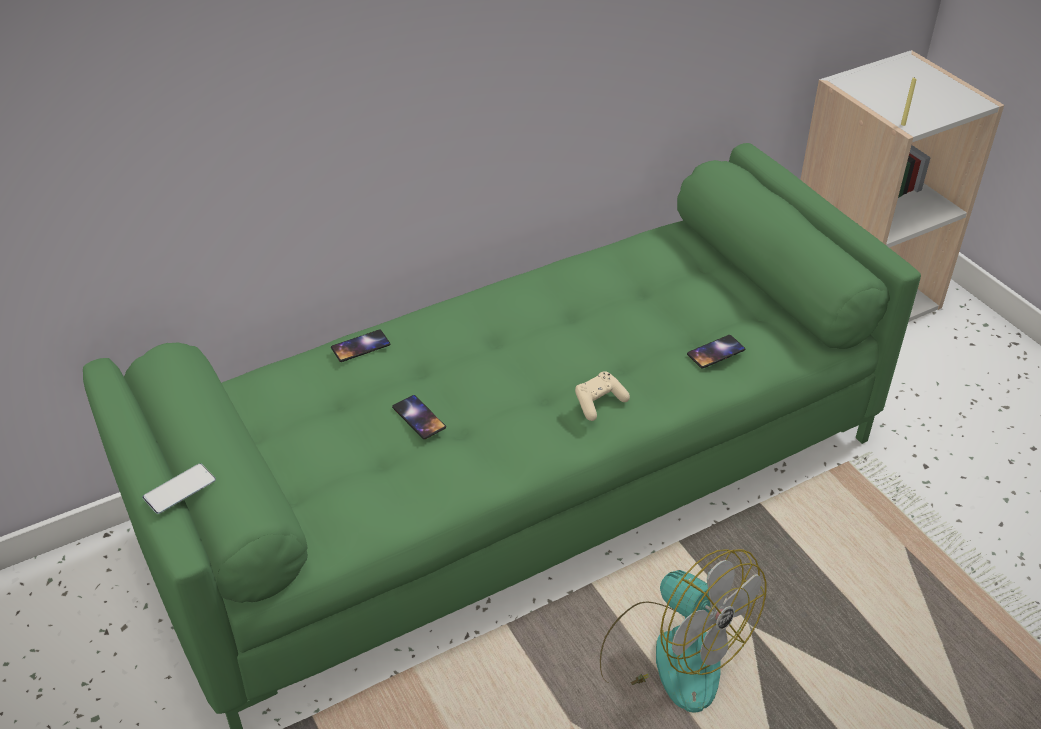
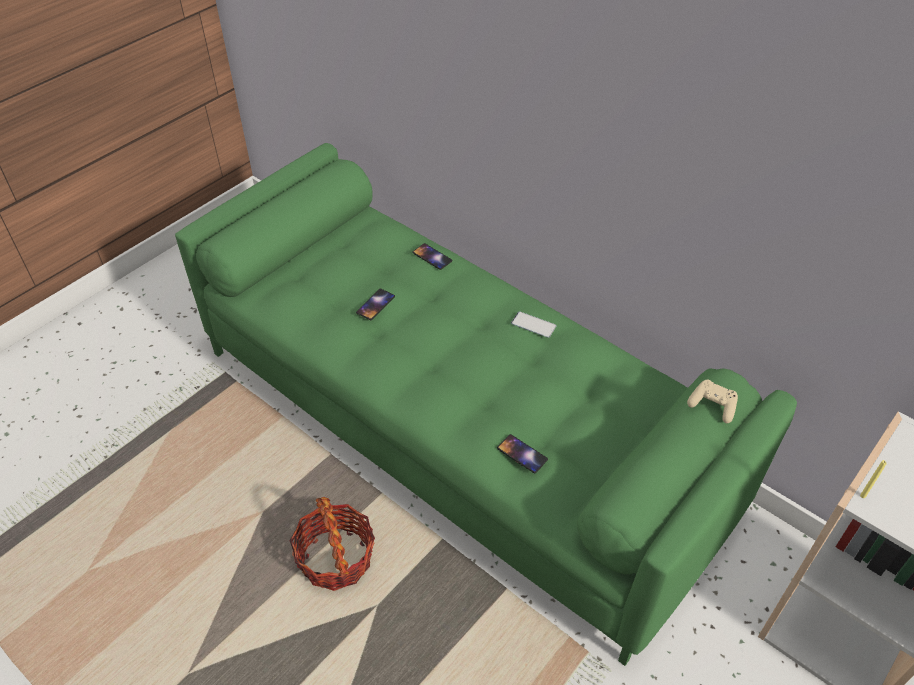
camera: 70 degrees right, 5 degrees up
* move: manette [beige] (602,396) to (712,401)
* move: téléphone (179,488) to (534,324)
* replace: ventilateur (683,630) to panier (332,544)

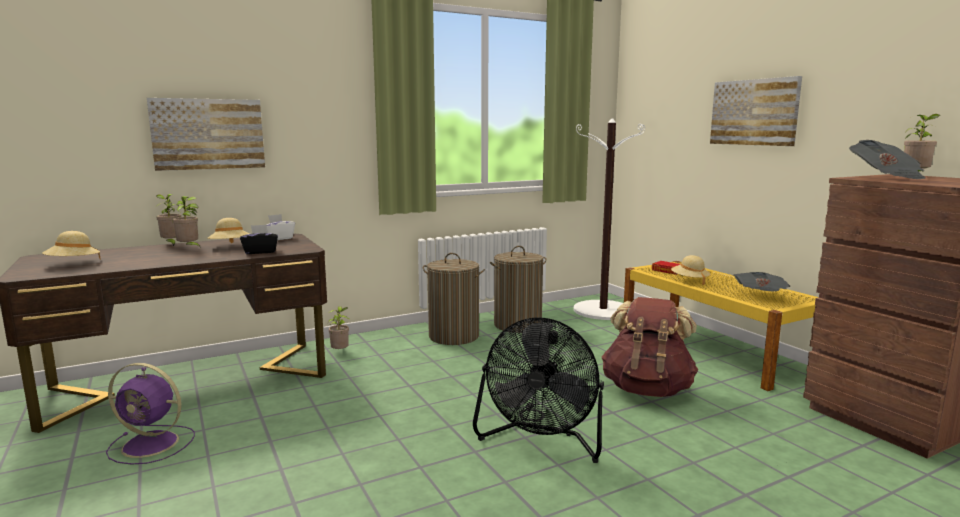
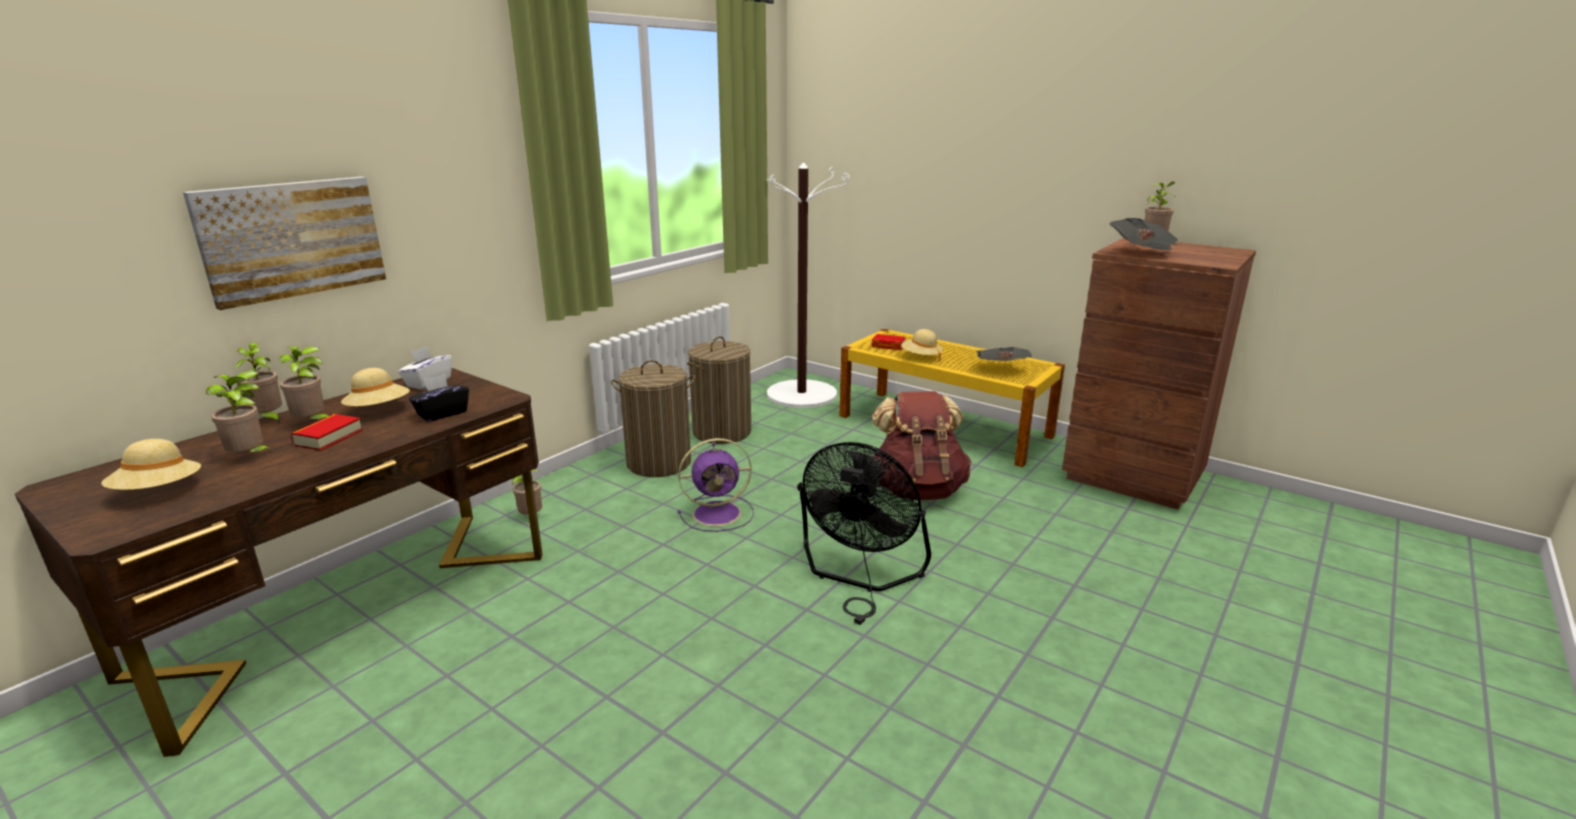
camera: 25 degrees left, 10 degrees up
* delete: tableau (756,111)
* rotate: ventilateur [noir] (538,390) = (864,533) 150 degrees counterclockwise
* move: ventilateur [violet] (150,414) to (715,485)
* insert: plante en pot (240,411)
* insert: livre (327,432)

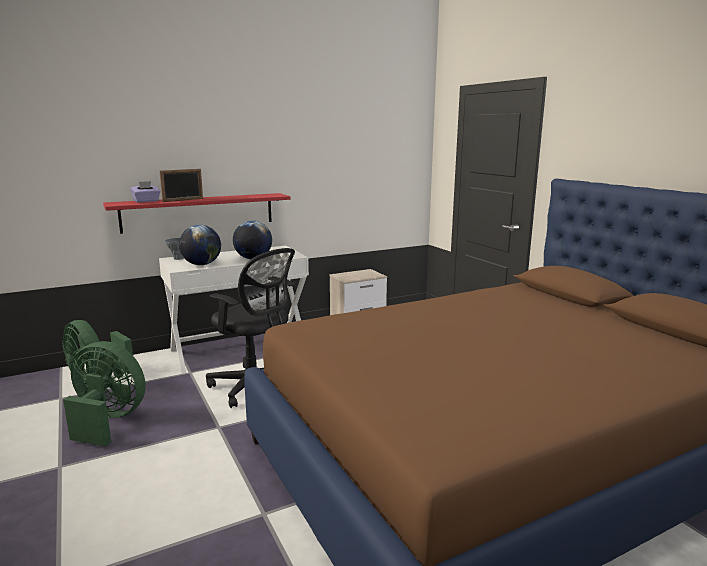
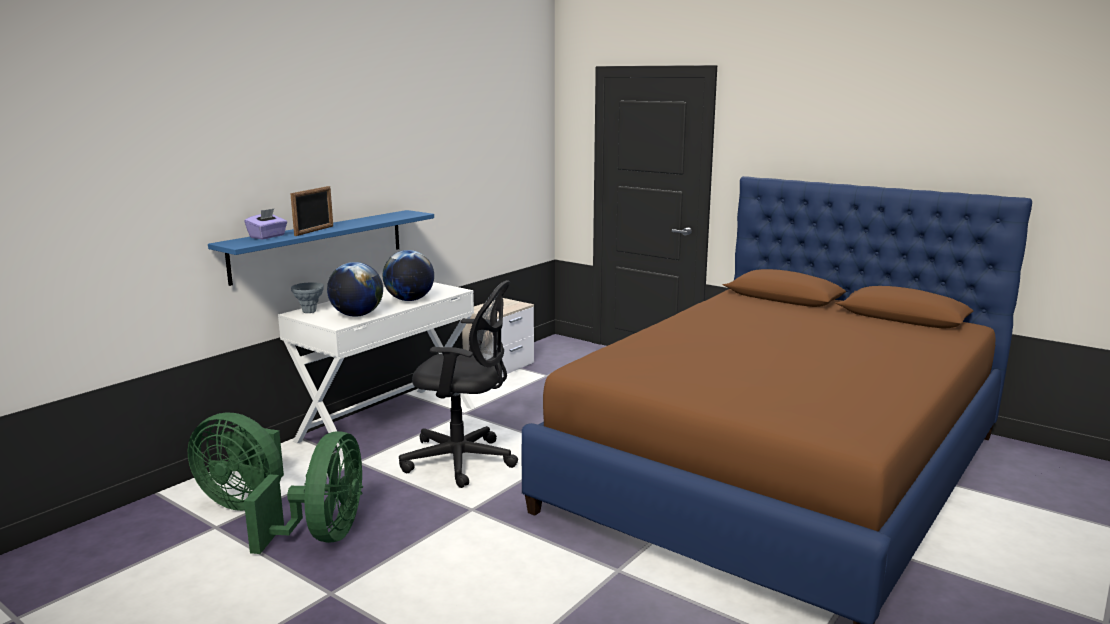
camera: 25 degrees left, 0 degrees up
* recolor: étagère [rouge] (197,213) to étagère [bleu] (321,248)
* rotate: ventilateur [vert] (104,394) = (303,492) 105 degrees clockwise

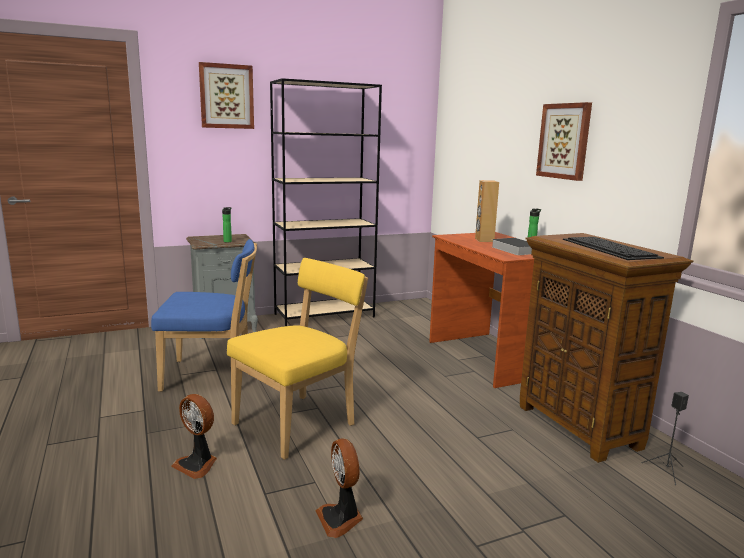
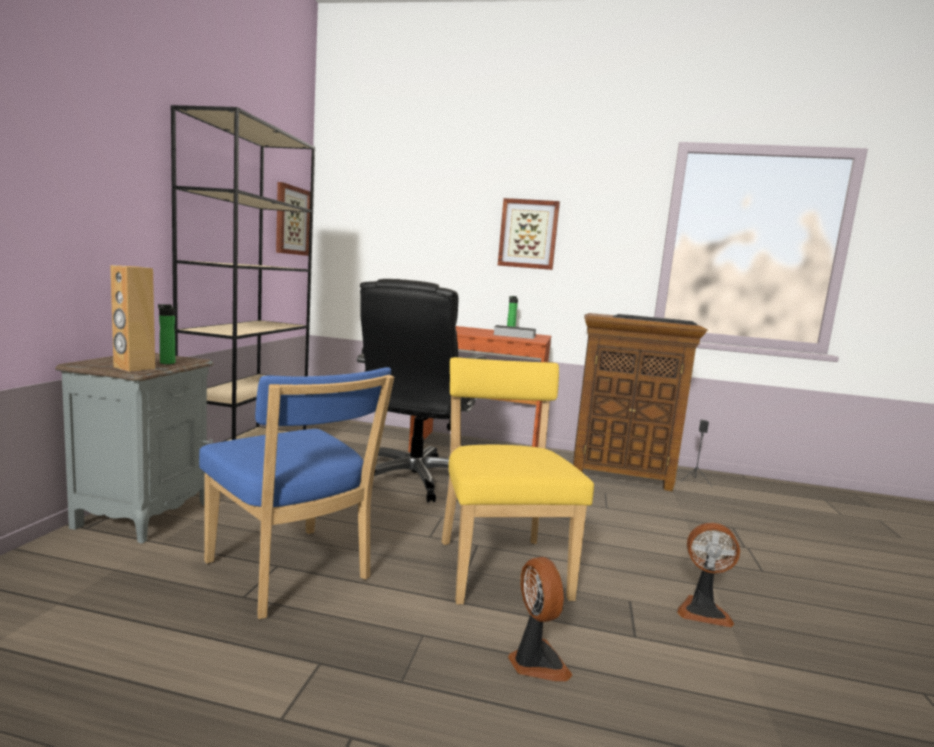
camera: 55 degrees left, 5 degrees down
* move: tableau (226,95) to (293,219)
* move: enceinte [marron] (487,211) to (132,318)
* rotate: chaise [bleu] (204,315) = (296,493) 105 degrees clockwise
* rotate: ventilateur (194,436) = (540,619) 90 degrees counterclockwise
* insert: chaise de bureau [noir] (422,391)

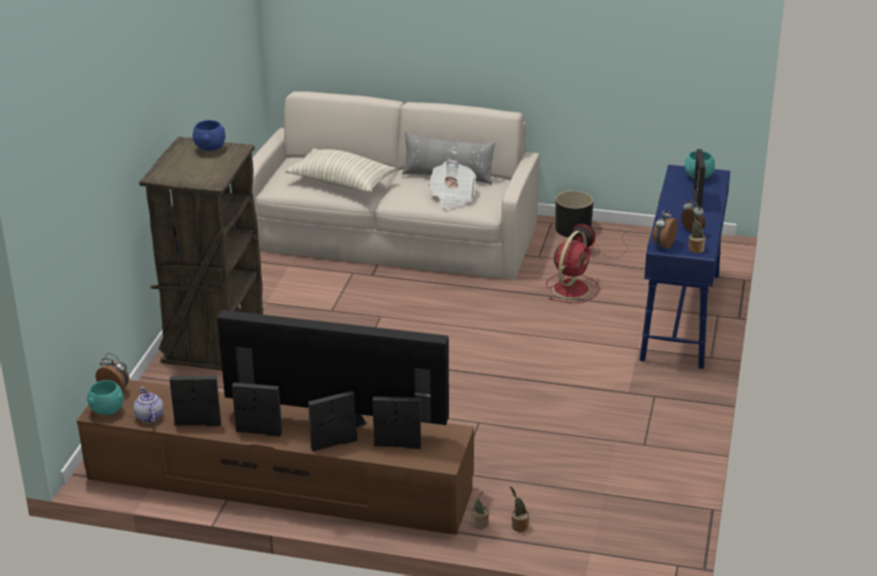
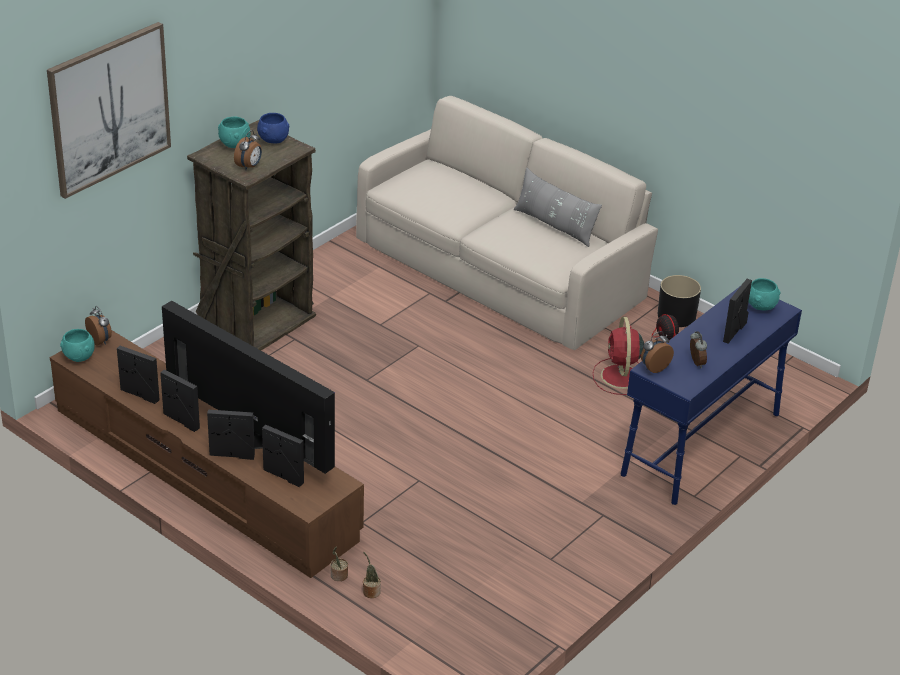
camera: 25 degrees right, 5 degrees up
* delete: coussin (341,171)
* delete: journal (452,184)
* delete: plante en pot (696,230)
* rotate: ventilateur [rouge] (572,267) = (618,356) 120 degrees clockwise
* delete: théière (149,405)
* insert: tableau (109,110)
* insert: bol [turquoise] (234,132)
* insert: réveil (248,150)

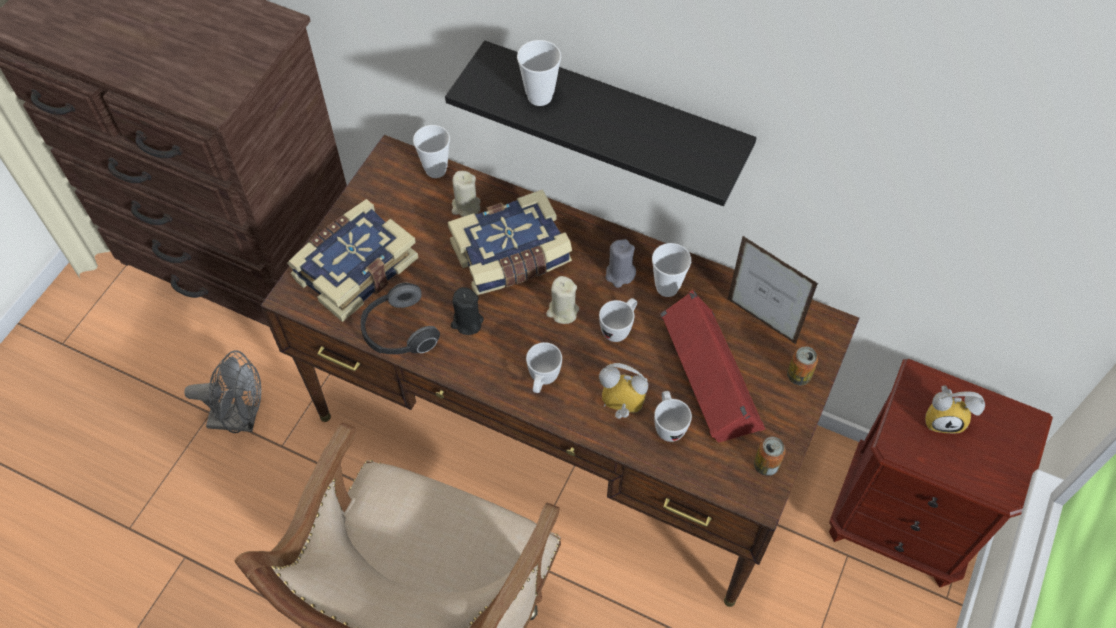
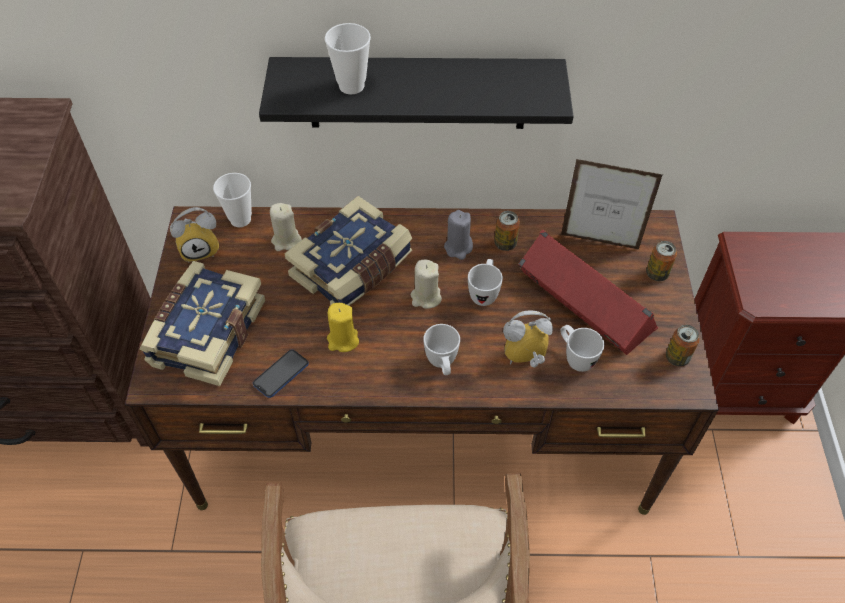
camera: 25 degrees left, 5 degrees down
* replace: tasse (671,270) to boîte métallique (507,231)
* replace: casque audio (400,318) to téléphone (281,374)
* recolor: bougie [noir] (467,311) to bougie [jaune] (343,327)
* delete: ventilateur [gris] (222,391)
* move: réveil (955,409) to (194,234)

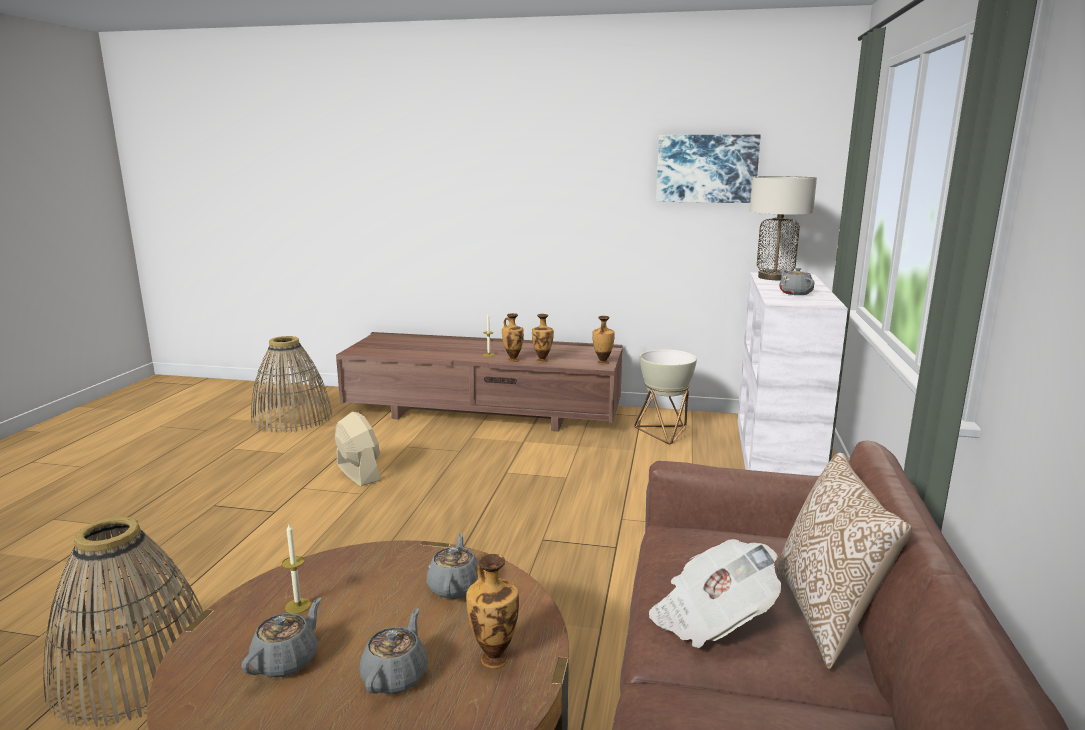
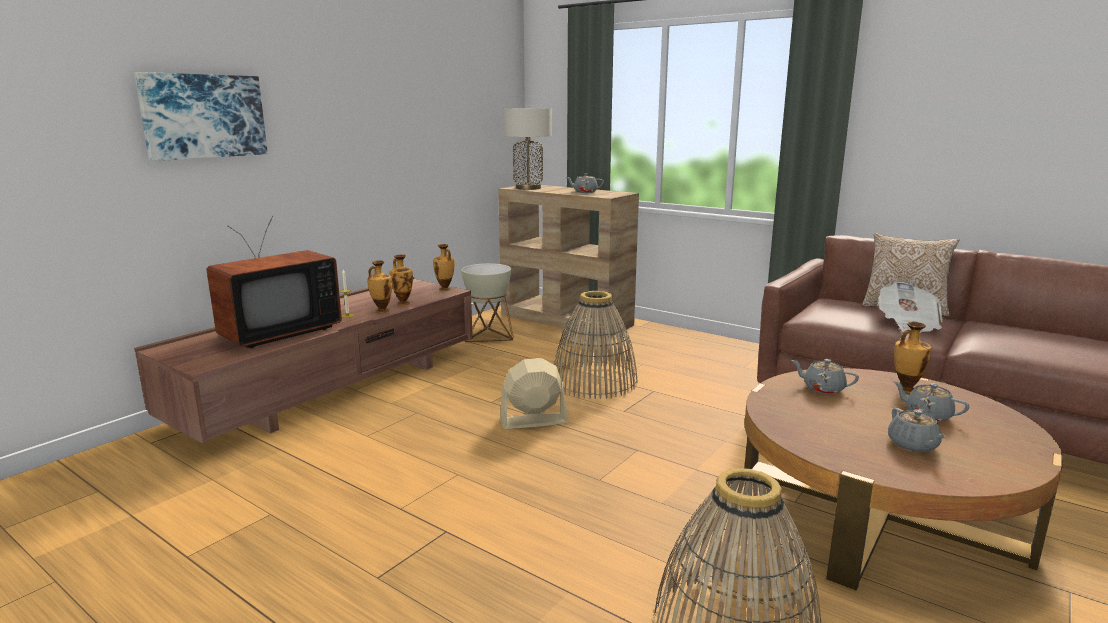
camera: 65 degrees left, 0 degrees up
* move: tableau (708,169) to (201,116)
* recolor: bibliothèque [blanc] (792,374) to bibliothèque [marron] (568,261)
* move: panier (291,384) to (595,345)
* move: ventilateur [beige] (358,449) to (534,393)
* delete: bougie (296,569)
* rotate: théière [gris] (281,637) = (917,430) 150 degrees counterclockwise
* insert: téléviseur (274,282)

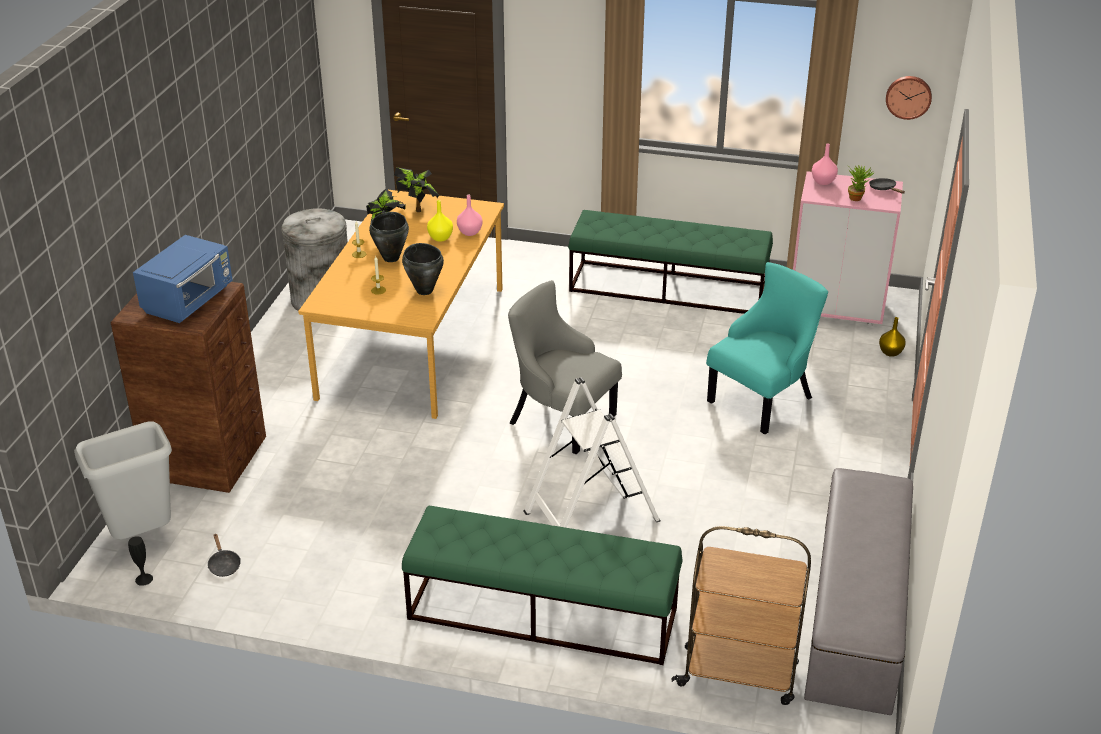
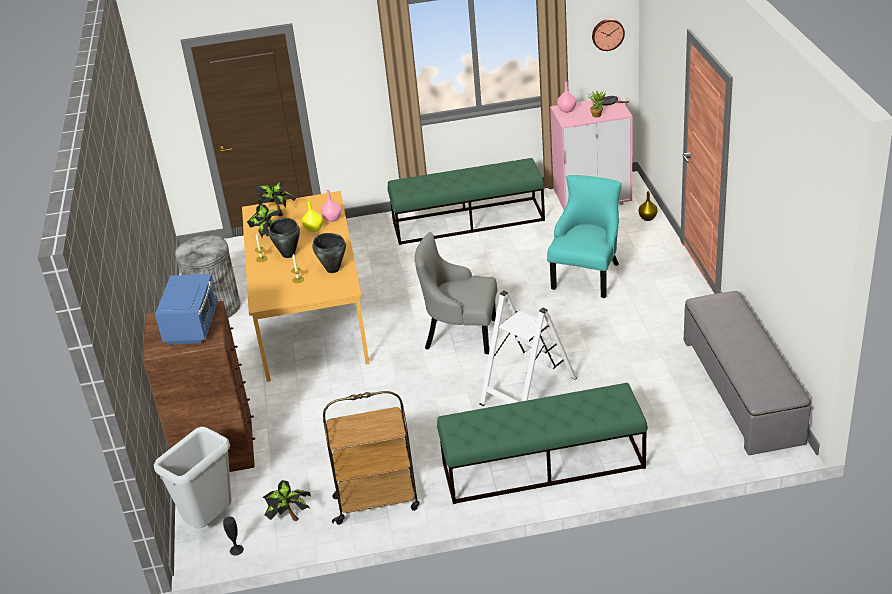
camera: 20 degrees left, 0 degrees up
* move: chariot [marron] (741,615) to (371,458)
* replace: poêle [noir] (224,555) to plante en pot (287,500)

